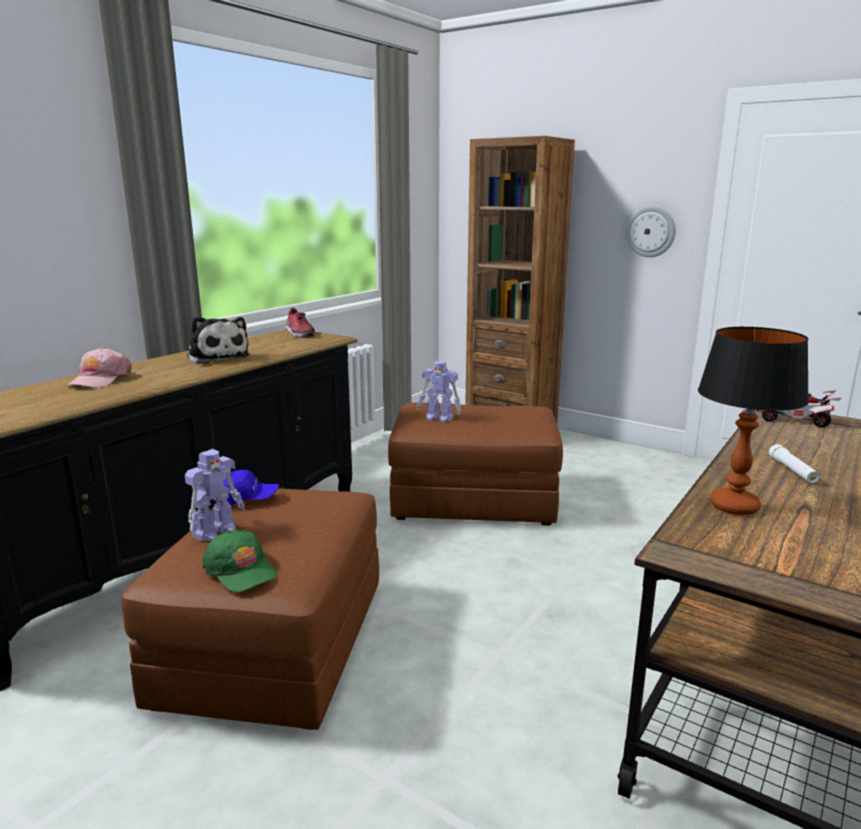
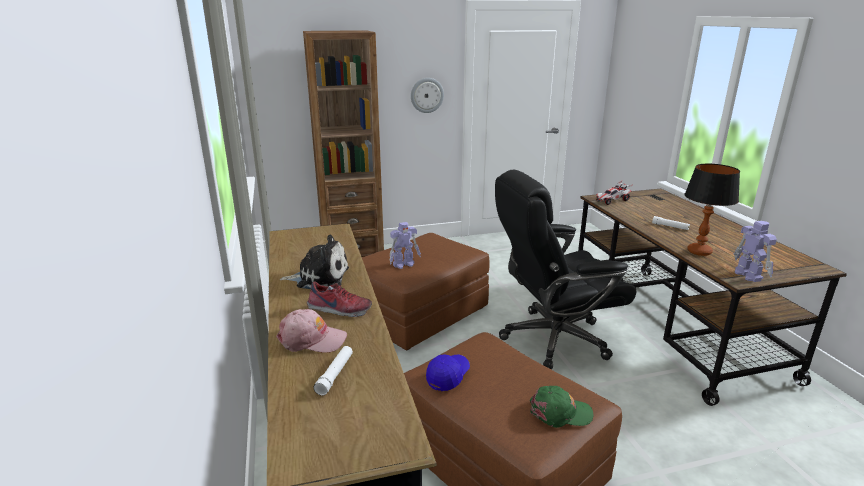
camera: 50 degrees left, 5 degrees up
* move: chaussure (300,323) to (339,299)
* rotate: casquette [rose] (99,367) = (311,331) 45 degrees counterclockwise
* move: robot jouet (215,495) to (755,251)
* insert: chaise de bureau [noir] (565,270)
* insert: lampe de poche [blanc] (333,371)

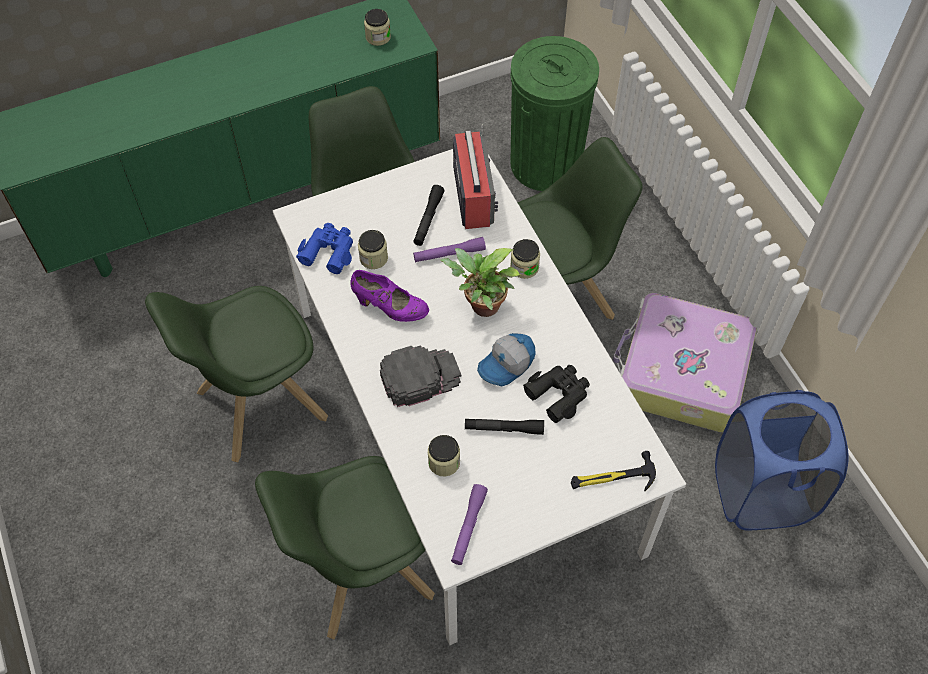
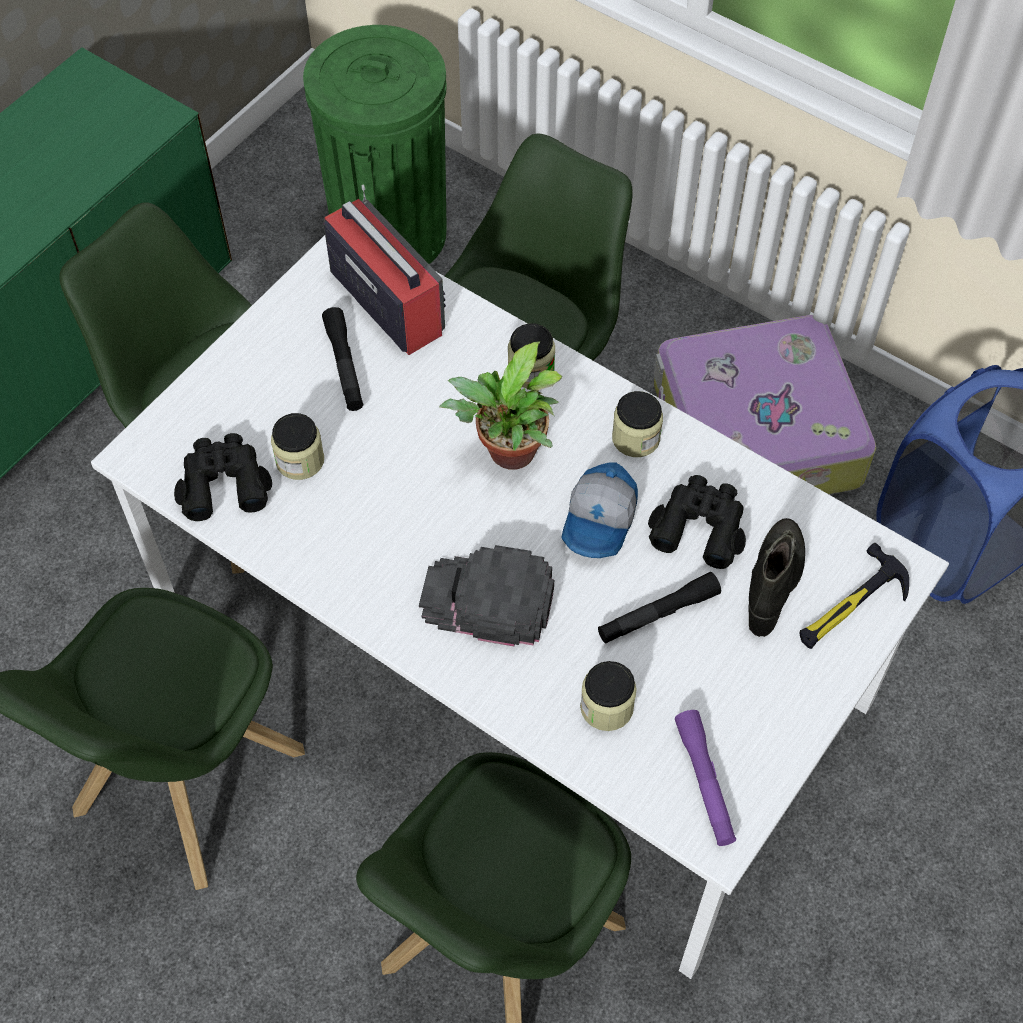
camera: 30 degrees left, 0 degrees up
* move: bocal (377,27) to (637,424)
* recolor: jumelles [bleu] (324,248) to jumelles [noir] (223,477)
* delete: lampe de poche [violet] (449,249)
* delete: chaussure [violet] (389,296)
* rotate: casquette [noir] (421,376) = (486,595) 120 degrees counterclockwise
* insert: botte [noir] (777,577)

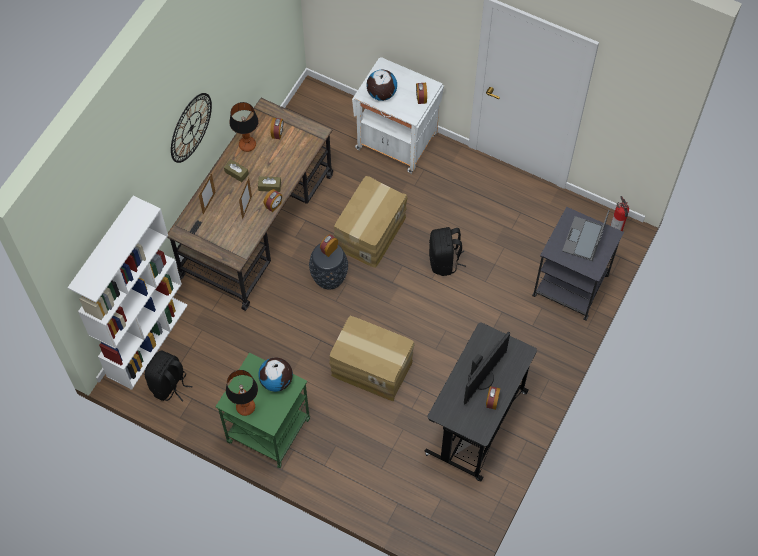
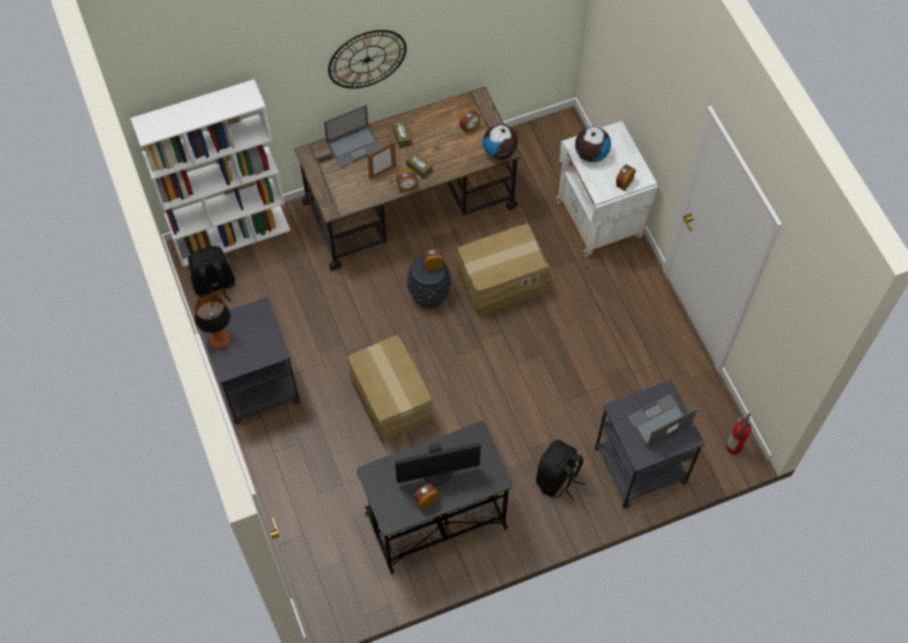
camera: 40 degrees right, 0 degrees up
* delete: lampe de table (244,127)
* replace: cadre photo (207,193) to ordinateur portable (353,136)
* move: sac à dos [noir] (447,251) to (560,470)
* recolor: chariot [vert] (262,410) to chariot [noir] (250,361)
* move: globe (275,374) to (500,142)

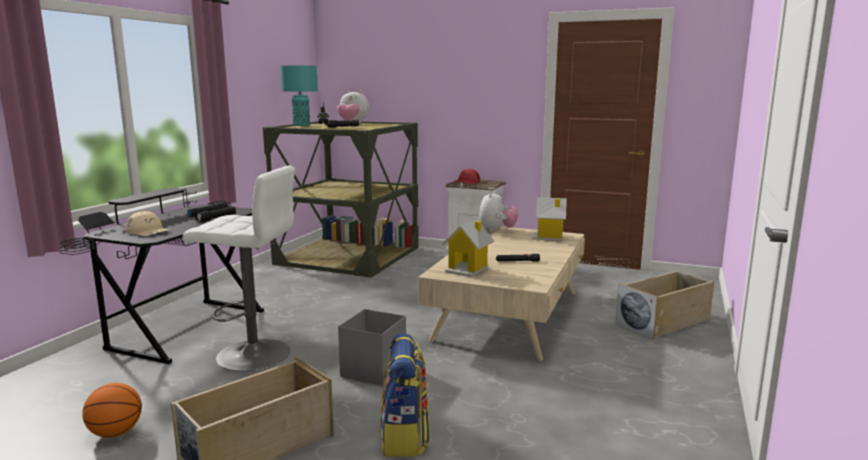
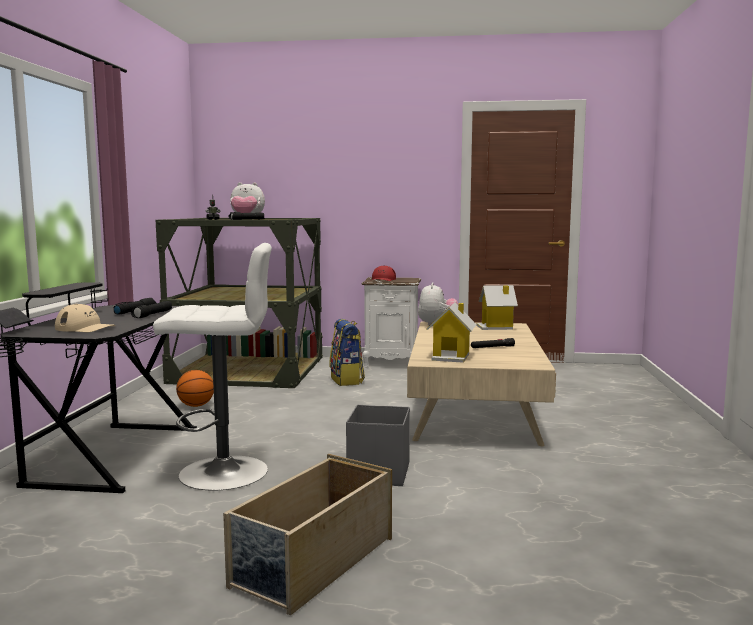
camera: 15 degrees left, 5 degrees down
* delete: lampe de table [turquoise] (299,96)
* delete: boîte de rangement [beige] (665,305)
* move: sac à dos (404,395) to (347,352)
* move: ballon de basket (112,410) to (195,388)

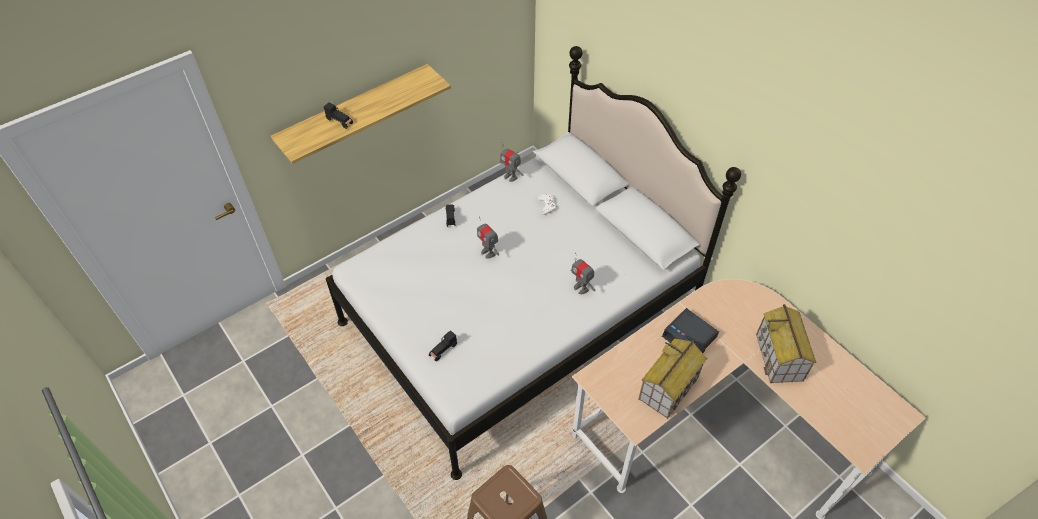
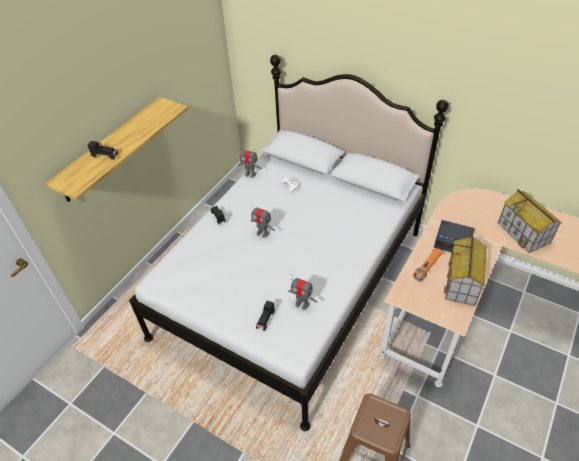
camera: 20 degrees left, 5 degrees down
* move: robot jouet (582,273) to (303,293)
* insert: lampe de poche [orange] (427,264)

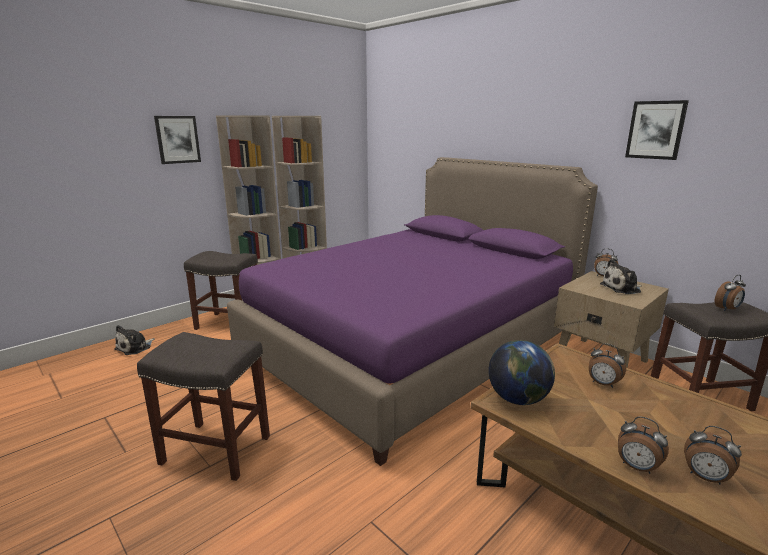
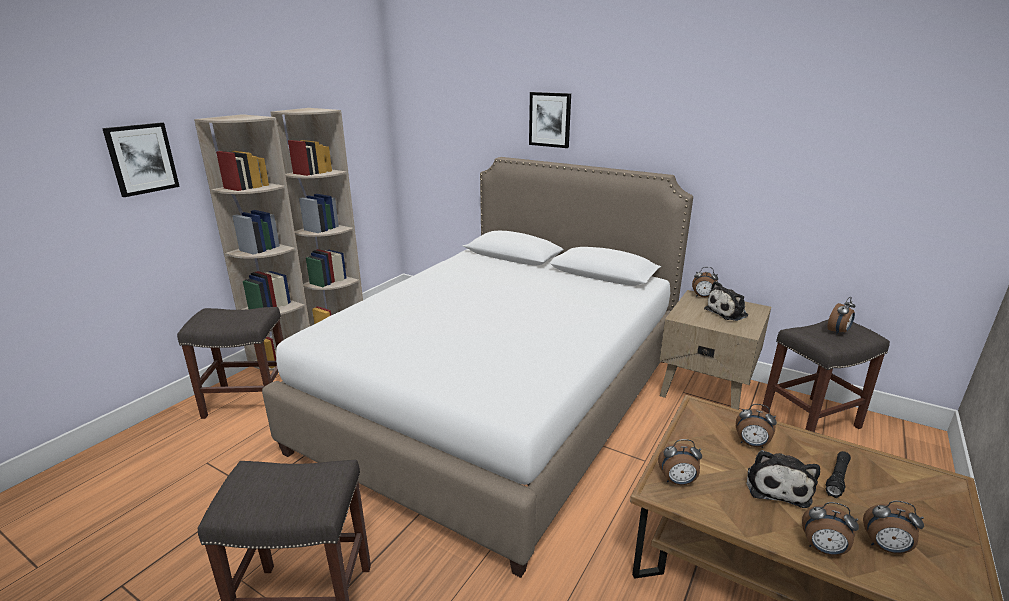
camera: 15 degrees left, 5 degrees up
* move: tableau (657,130) to (550,120)
* recolor: lit [violet] (412,311) to lit [blanc] (477,367)
* move: peluche (134,340) to (783,479)
* replace: globe (521,372) to réveil (680,462)
* insert: lampe de poche [noir] (838,474)

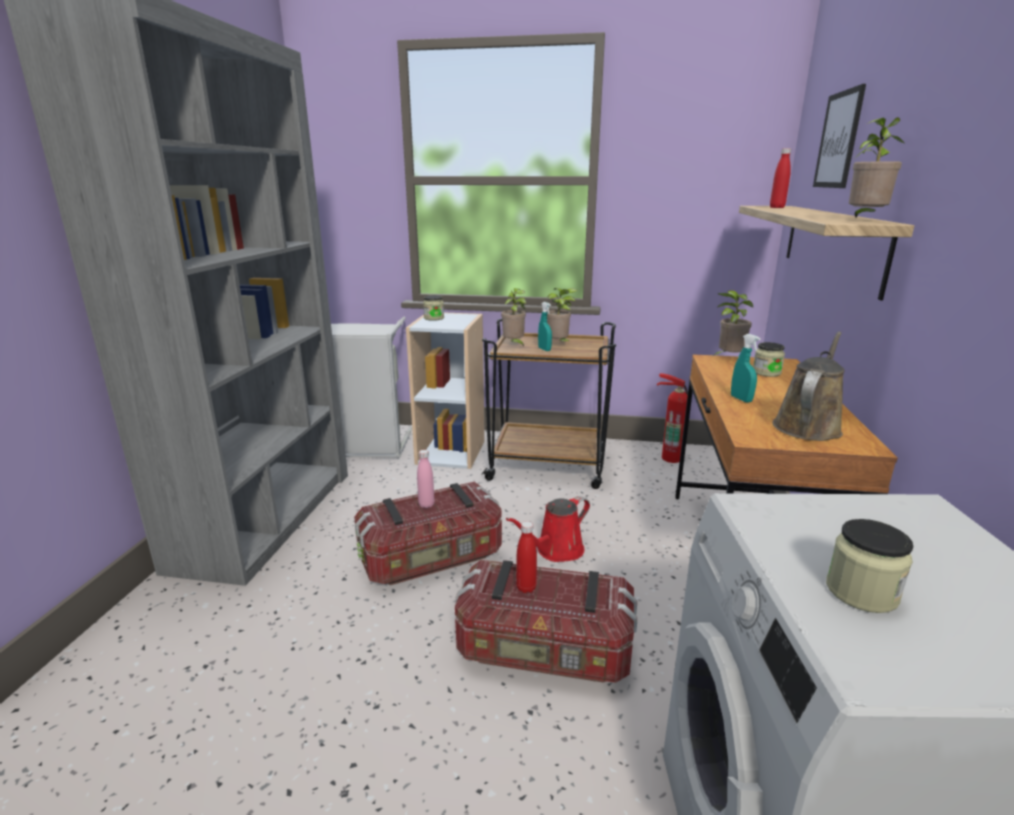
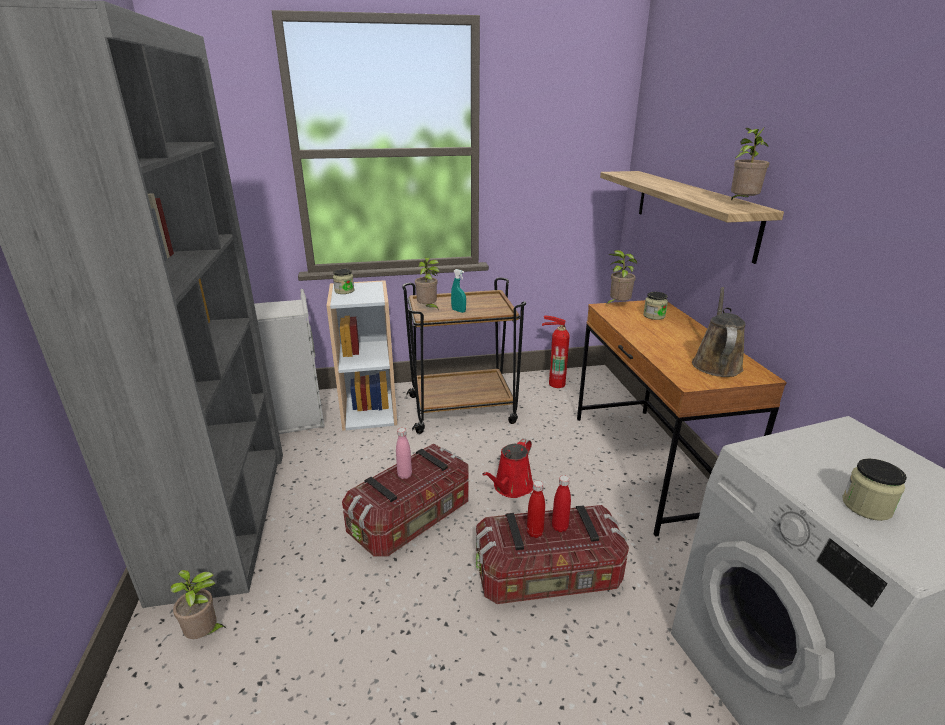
camera: 20 degrees left, 5 degrees up
* delete: tableau (839,136)
* move: bouteille [rouge] (780,178) to (561,503)
* move: plante en pot (562,316) to (199,604)
* delete: vaporisateur [turquoise] (746,368)

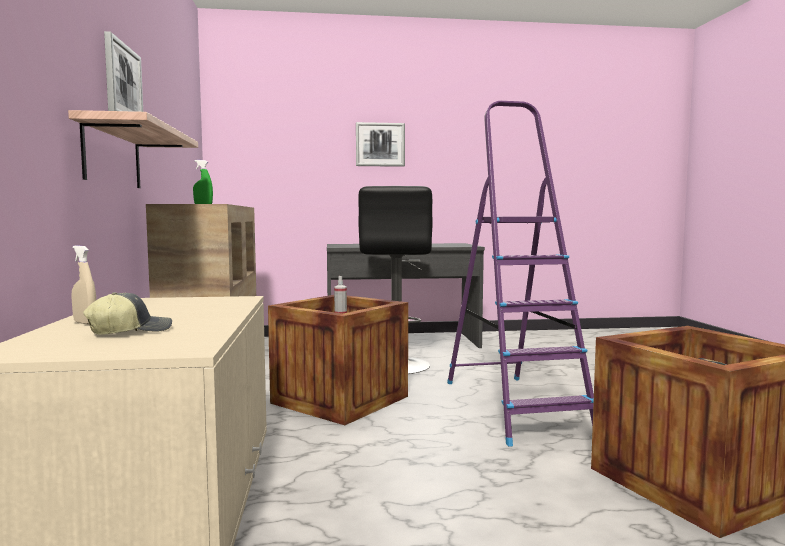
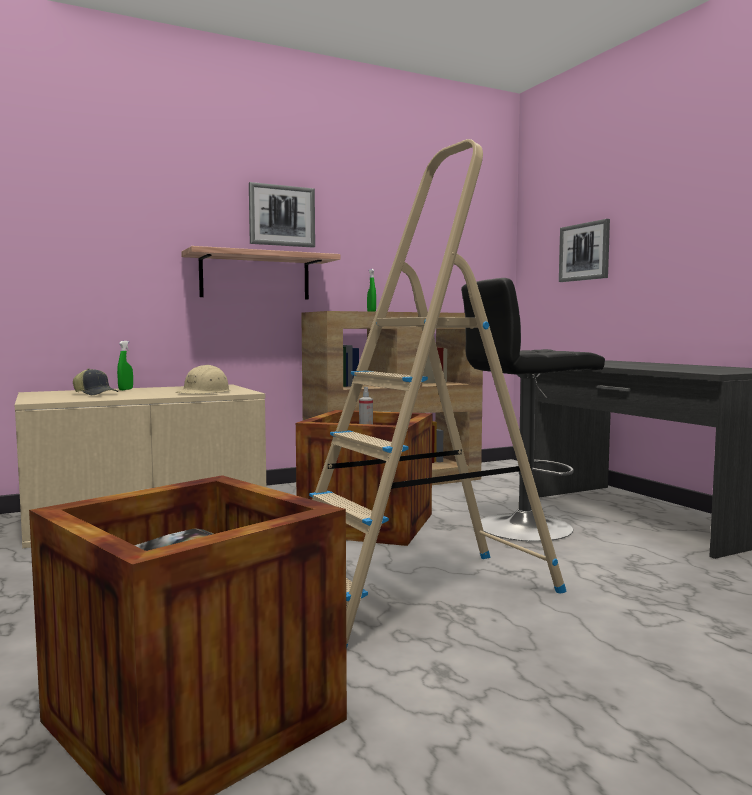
camera: 70 degrees right, 0 degrees up
* recolor: escabeau [violet] (520,274) to escabeau [beige] (437,394)
* move: tableau (380,144) to (584,250)
* recolor: vaporisateur [beige] (83,285) to vaporisateur [vert] (125,365)
* insert: casque de chantier [beige] (203,379)

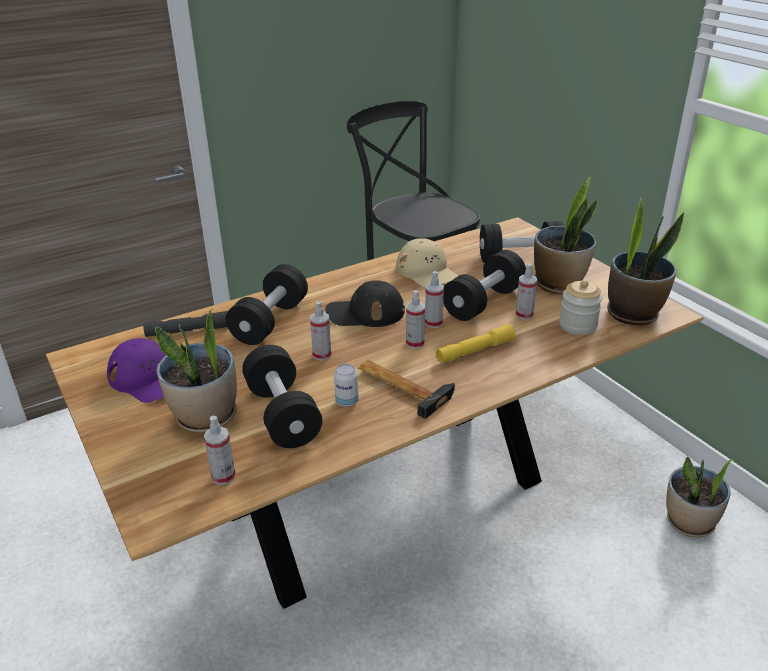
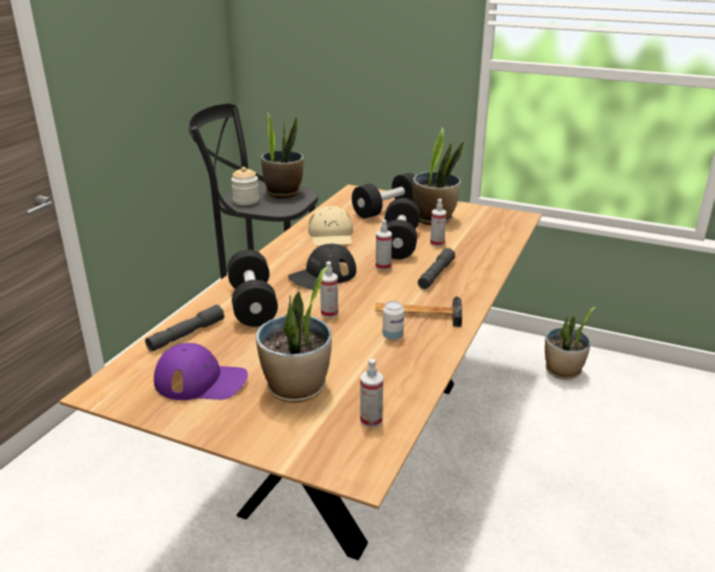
camera: 35 degrees left, 5 degrees down
* move: plante en pot (645,261) to (282,154)
* rotate: casquette [beige] (427,262) = (330,226) 60 degrees clockwise
* move: bocal (581,307) to (245,186)
* delete: vaporisateur (415,319)
* recolor: lampe de poche [jaune] (476,343) to lampe de poche [gris] (436,268)
* delete: haltère [noir] (282,396)

